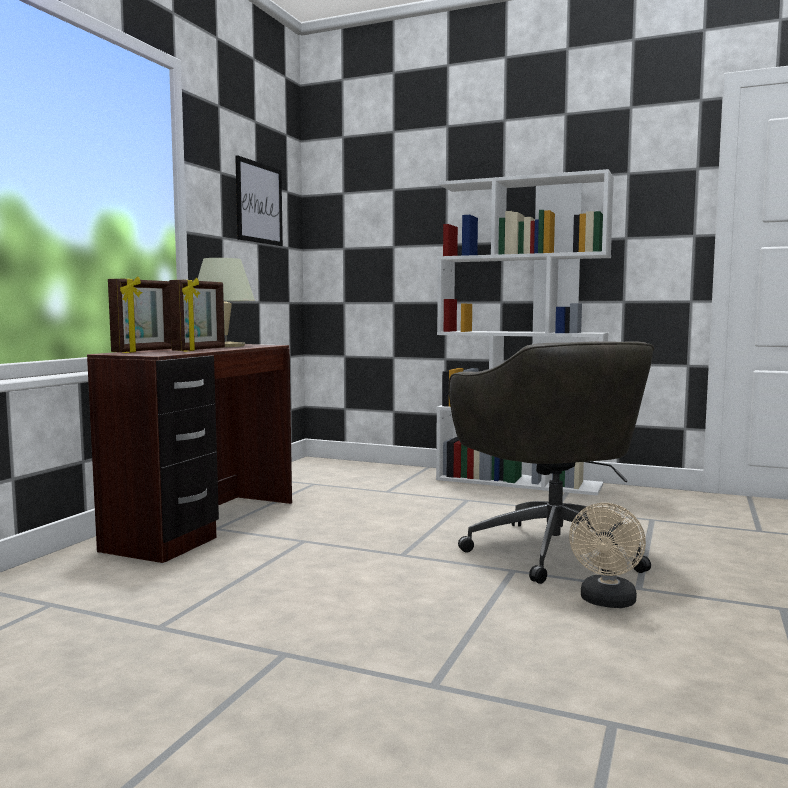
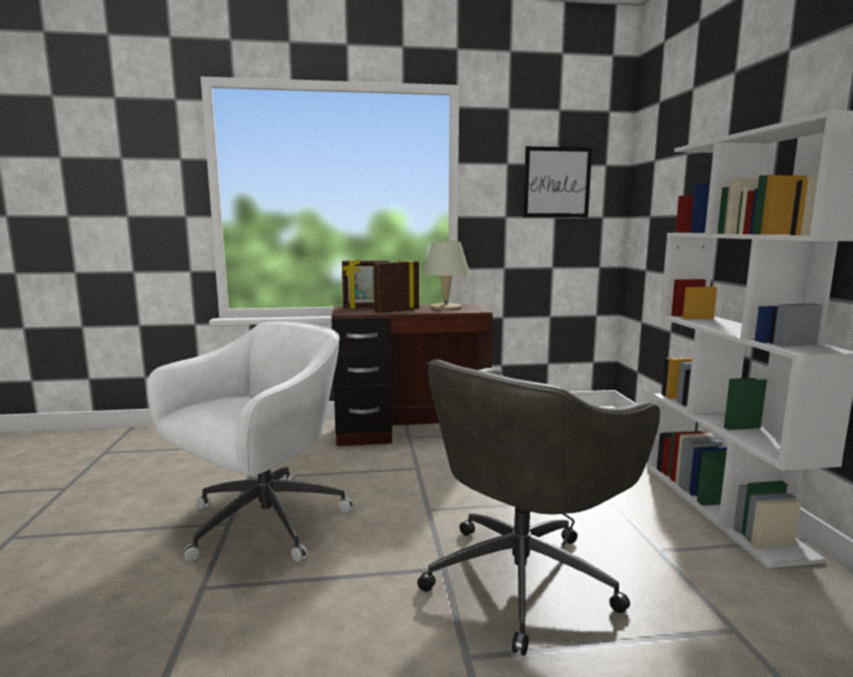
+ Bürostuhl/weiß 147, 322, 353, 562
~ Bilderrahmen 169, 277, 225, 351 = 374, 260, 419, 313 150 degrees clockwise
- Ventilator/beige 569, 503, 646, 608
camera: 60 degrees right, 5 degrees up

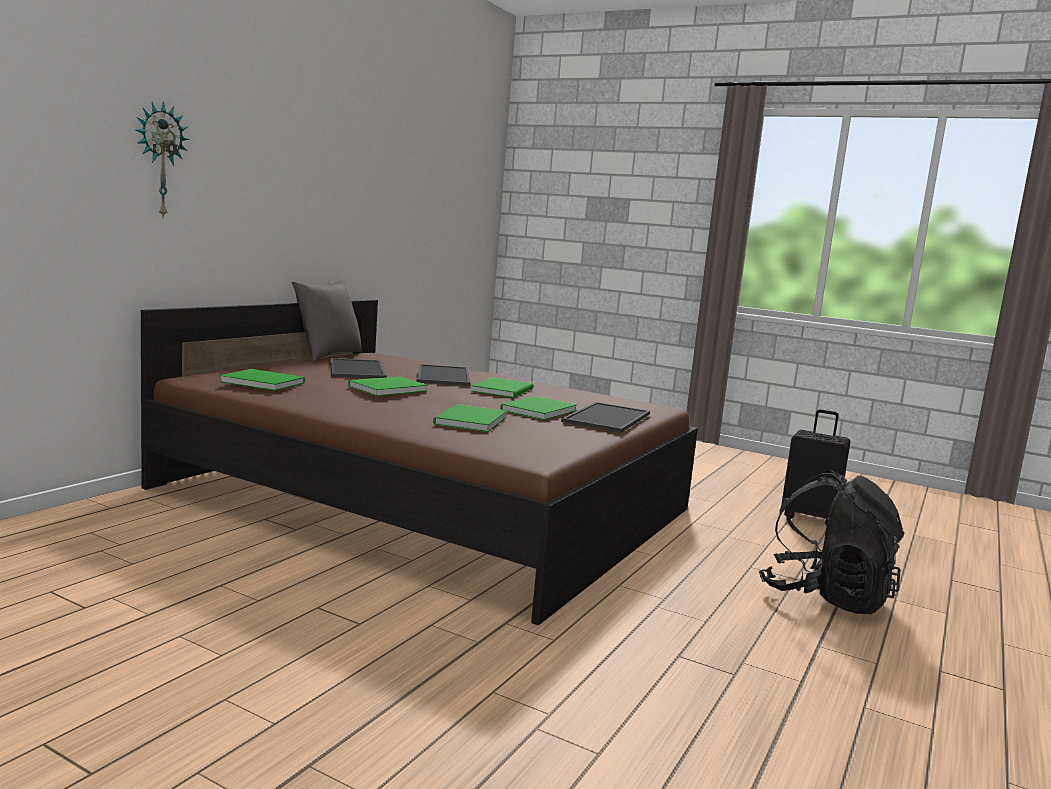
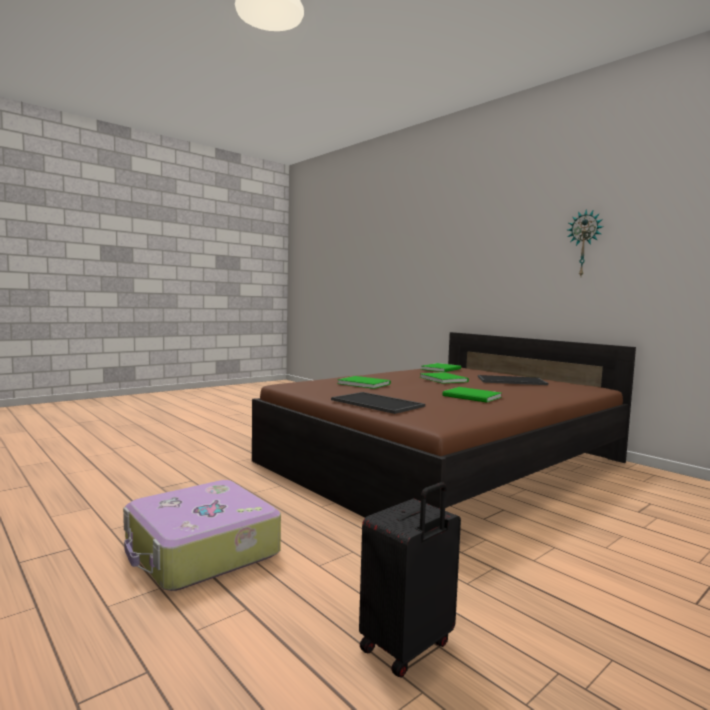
~ Rucksack/schwarz 759, 470, 905, 614 to Koffer 123, 480, 281, 591
~ Wanduhr 135, 101, 189, 219 to 567, 210, 603, 276
- Kissen/grau 292, 281, 362, 362
- Tablett 416, 364, 470, 386
- Buch/grün 500, 396, 577, 420
camera: 110 degrees right, 5 degrees down

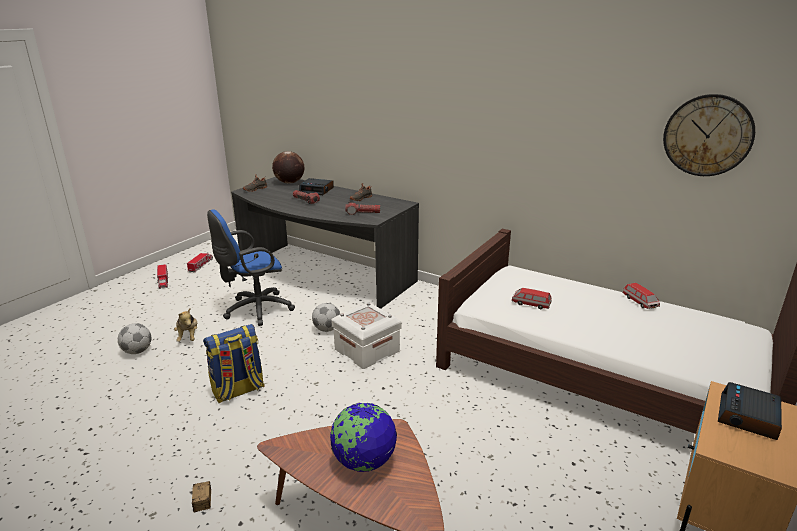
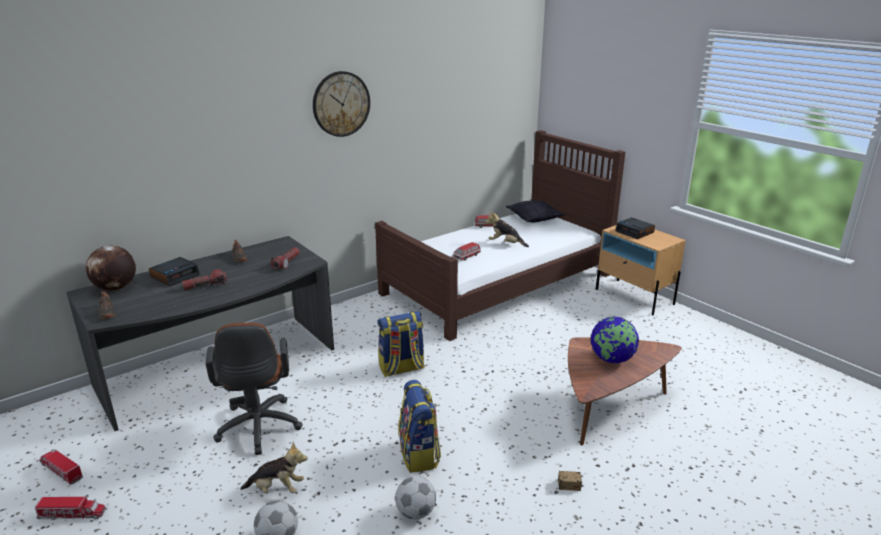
~ Bürostuhl/blau 207, 209, 295, 326 to Bürostuhl/braun 206, 323, 303, 455
~ Wanduhr 663, 94, 755, 176 to 313, 71, 370, 137
~ Aufbewahrungsbox/weiß 331, 303, 401, 369 to Rucksack 378, 311, 425, 377
~ Fußball 312, 303, 340, 332 to 395, 476, 436, 519
+ Plüschtier 485, 211, 529, 247
+ Kissen 506, 201, 565, 222
camera: 70 degrees left, 0 degrees up

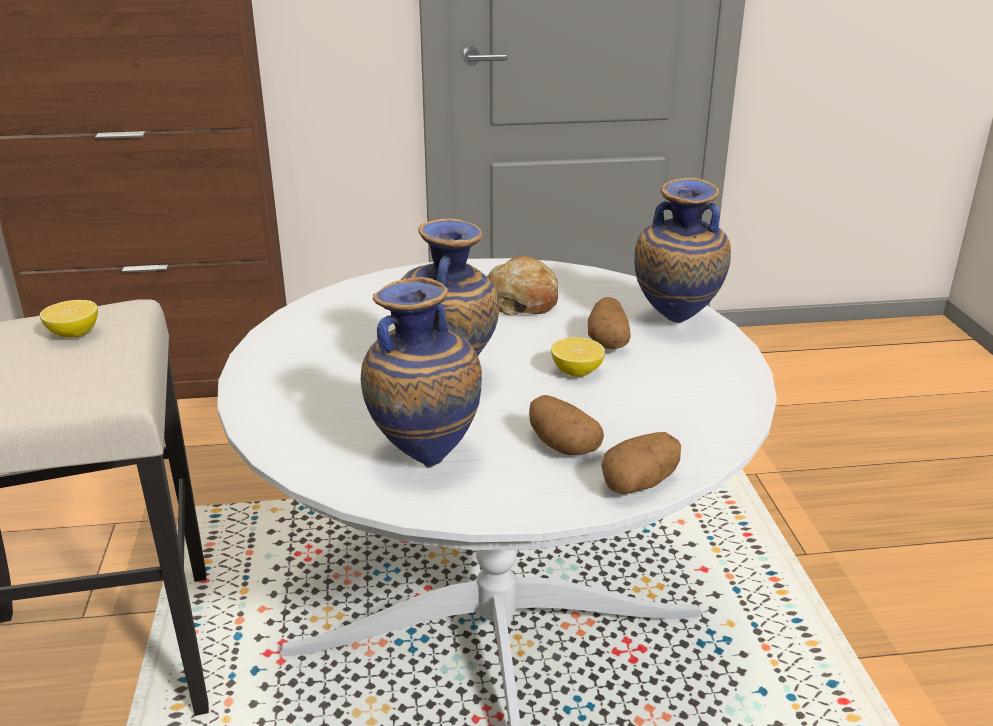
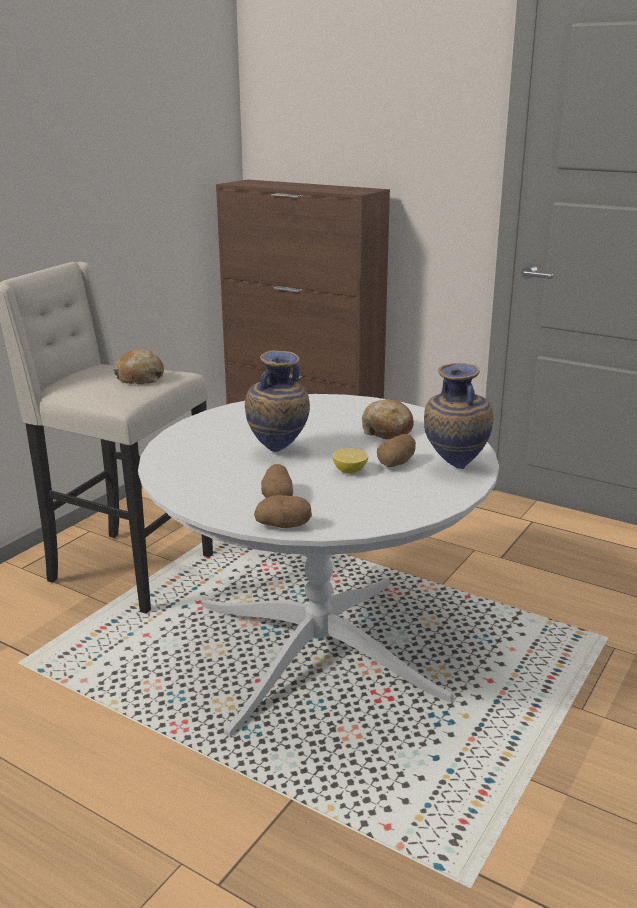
~ Zitrone 40, 300, 98, 338 to Brot 113, 349, 164, 384
- Vase 361, 277, 482, 468
camera: 40 degrees right, 5 degrees down

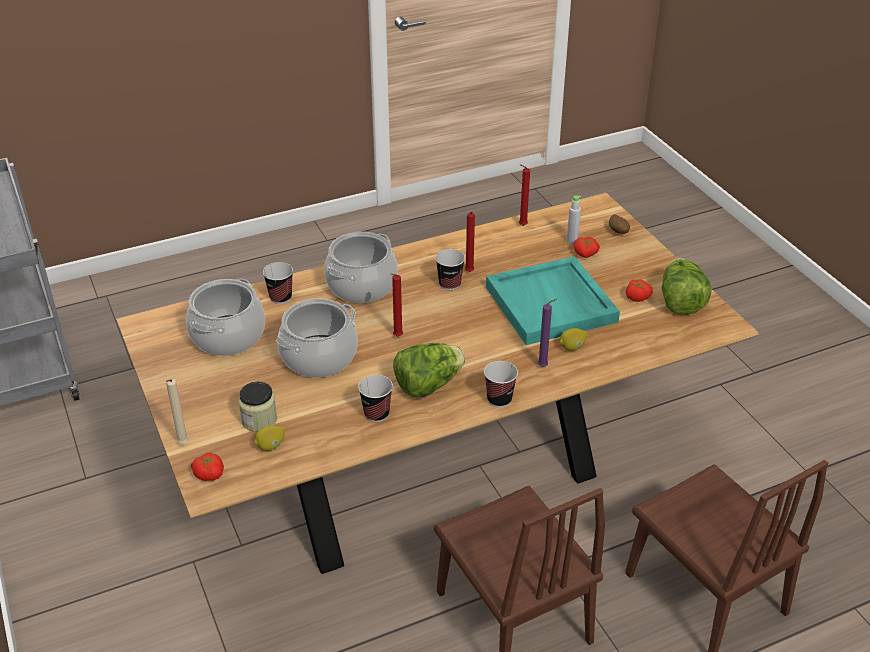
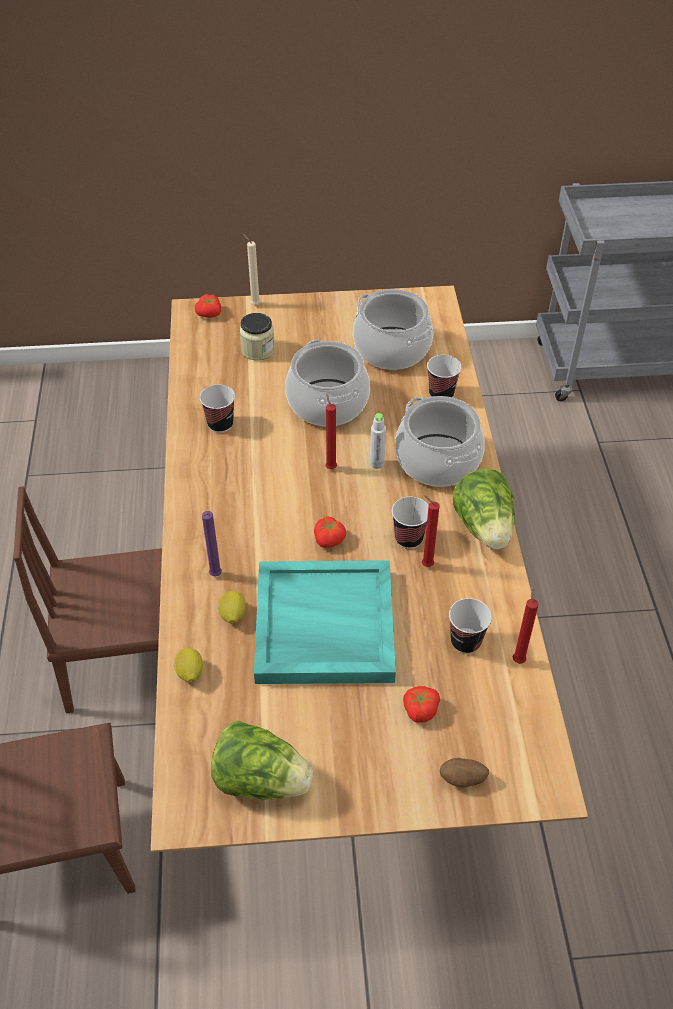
~ Zitrone 254, 425, 285, 451 to 174, 648, 203, 683
~ Tomate 626, 279, 653, 302 to 314, 516, 346, 548
~ Flasche/grau 567, 196, 581, 244 to 370, 413, 386, 469
~ Tasse 484, 361, 518, 408 to 449, 598, 492, 654
~ Salatkopf 393, 343, 465, 398 to 453, 469, 515, 549
camera: 110 degrees right, 10 degrees up

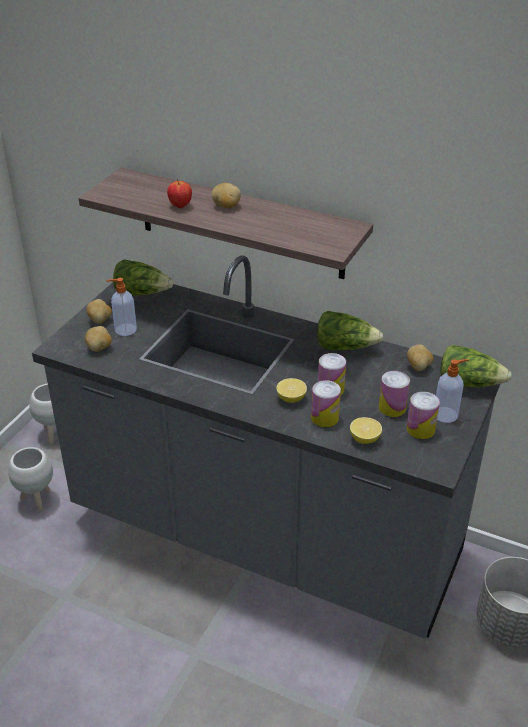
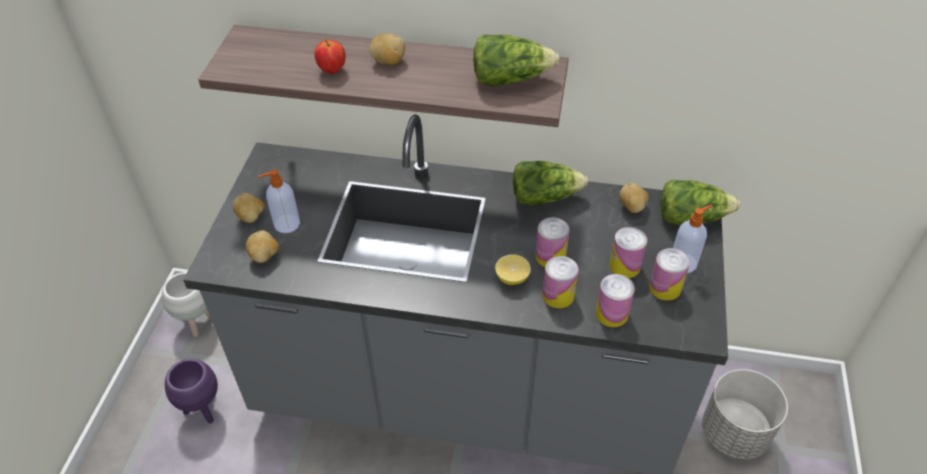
~ Pflanzkübel/weiß 8, 447, 53, 511 to Pflanzkübel/lila 165, 358, 218, 423
~ Salatkopf 113, 260, 173, 296 to 473, 34, 560, 86
~ Zitrone 350, 417, 382, 444 to Dose 595, 274, 635, 327
camera: 15 degrees left, 10 degrees up

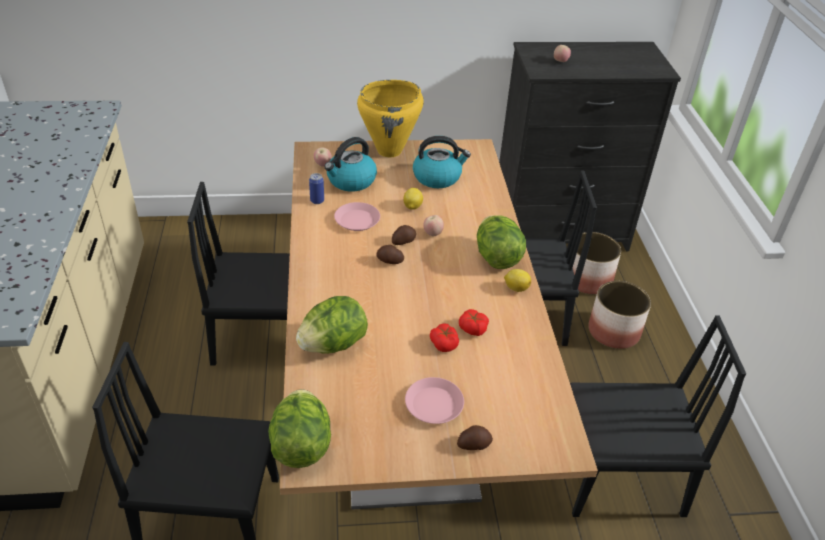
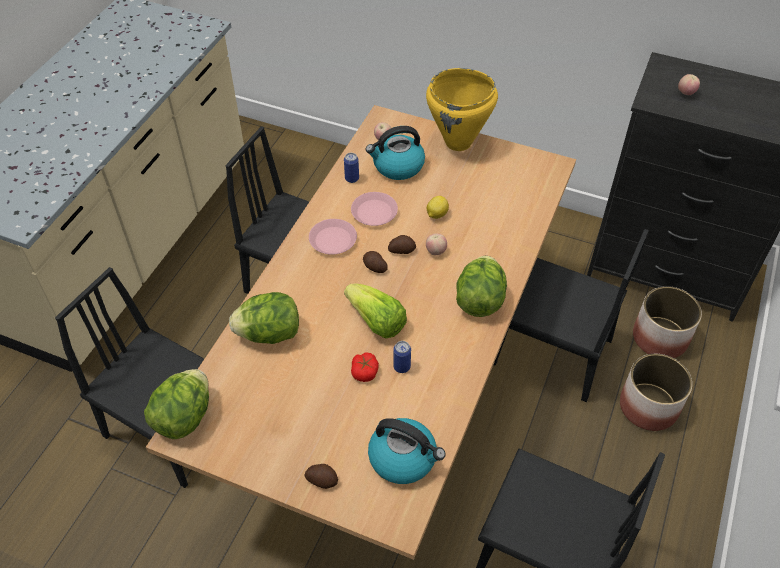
~ Teller/rosa 405, 377, 464, 424 to 309, 219, 357, 255
+ Salatkopf 344, 283, 407, 338
~ Wasserkessel 413, 136, 471, 188 to 368, 418, 446, 484
~ Tomate 459, 309, 489, 336 to Dose 393, 341, 411, 373
- Zitrone 504, 269, 531, 292
camera: 30 degrees right, 10 degrees up

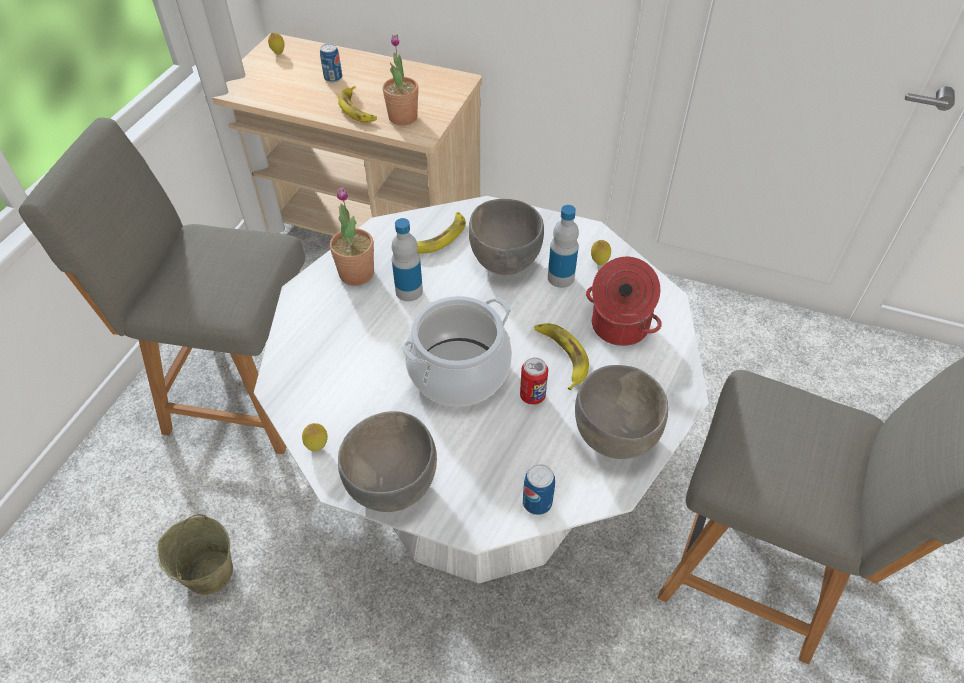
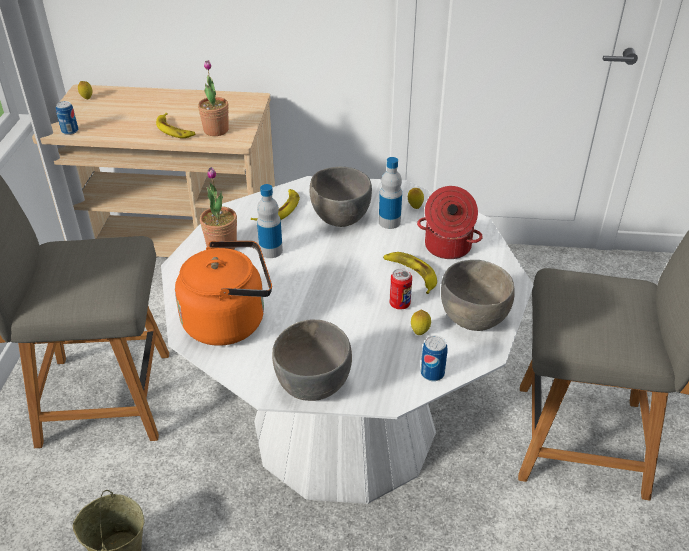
~ Dose 320, 44, 342, 83 to 56, 101, 78, 135
+ Wasserkessel/orange 175, 241, 272, 346
~ Zitrone 302, 423, 328, 452 to 411, 310, 431, 335
- Kochtopf 402, 296, 512, 406
camera: 15 degrees left, 10 degrees down

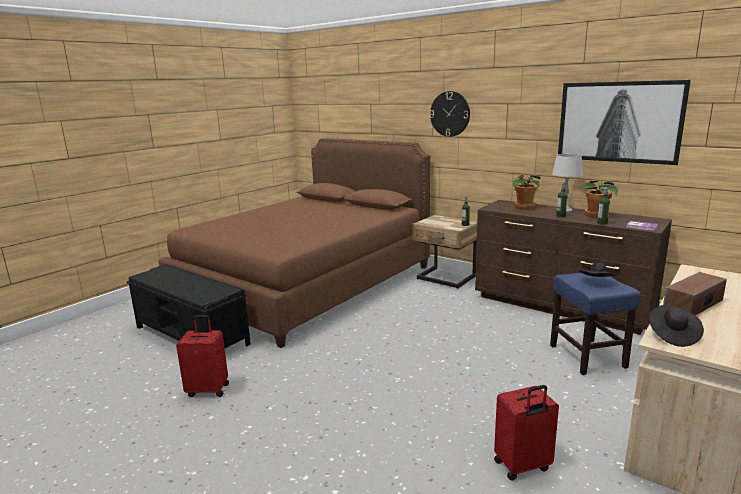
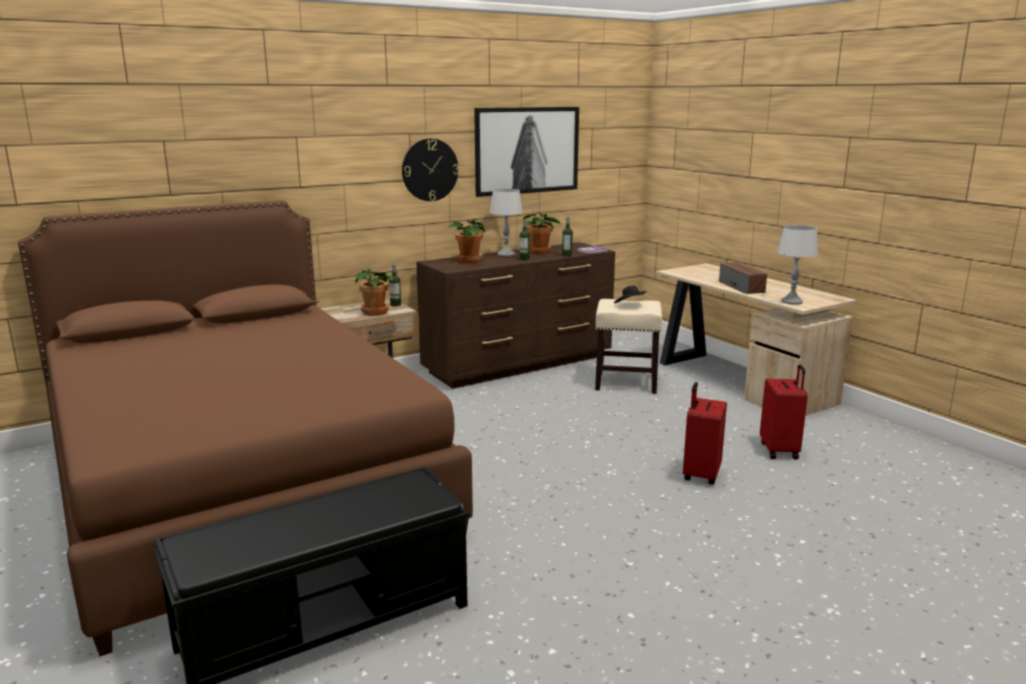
+ Topfpflanze 355, 269, 393, 316
~ Wanduhr 430, 91, 470, 137 to 402, 138, 459, 201
~ Hocker/blau 550, 273, 641, 375 to Hocker/beige 595, 299, 662, 394
~ Koffer/rot 176, 315, 229, 397 to 683, 382, 727, 485
~ Hut/schwarz 648, 305, 704, 347 to Tischlampe/grau 777, 225, 818, 305
camera: 70 degrees left, 0 degrees up

